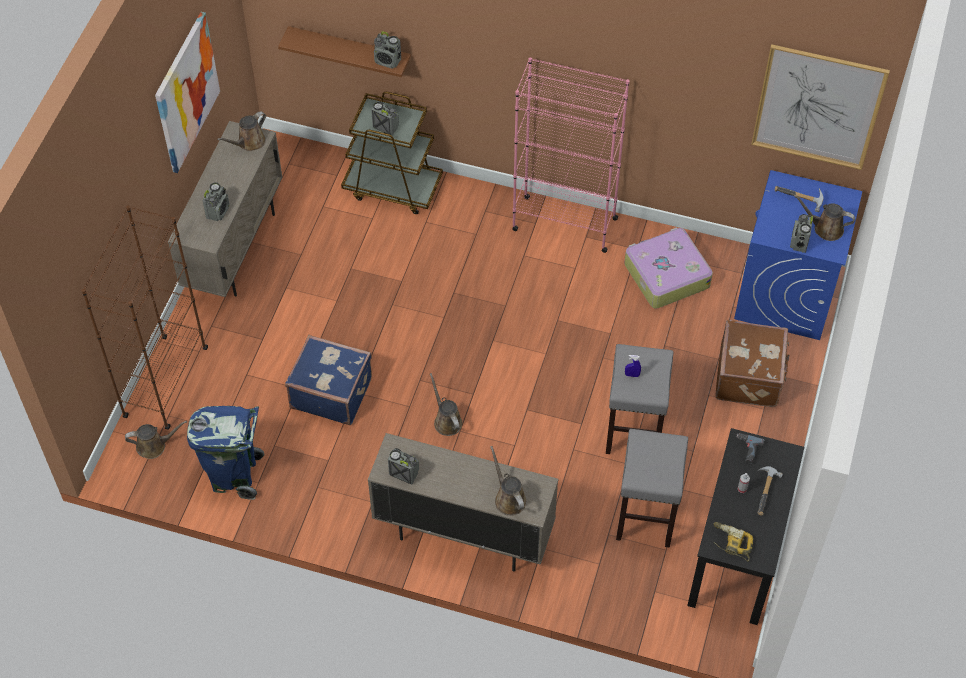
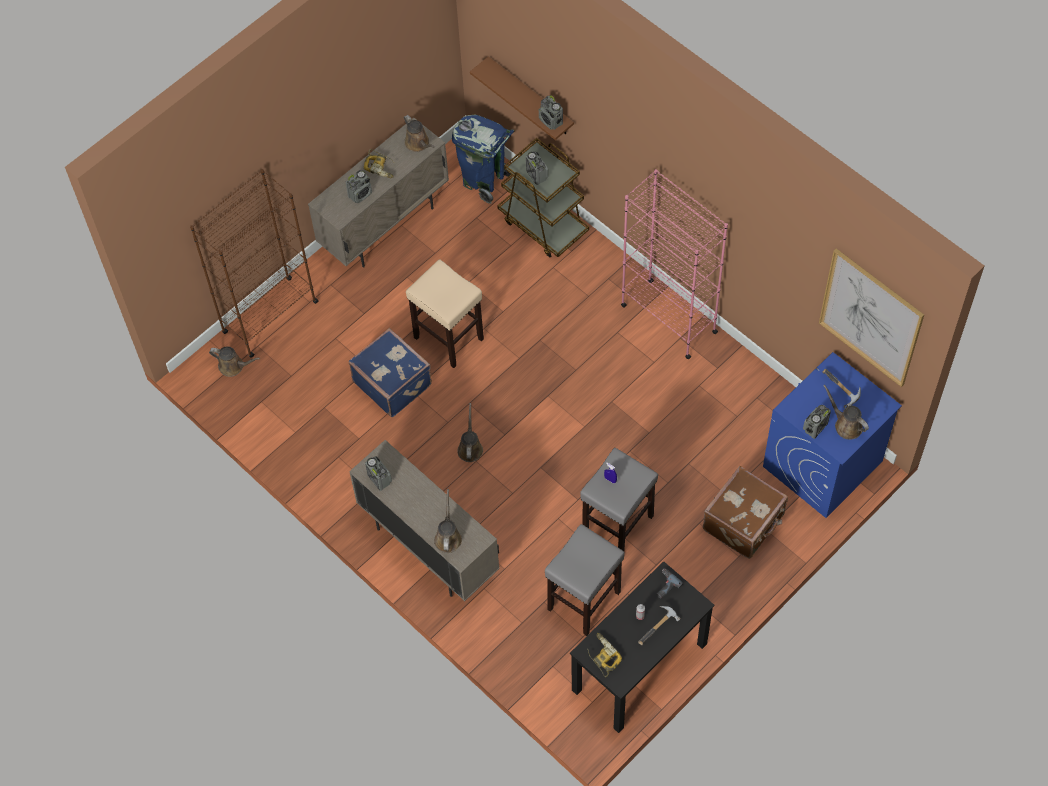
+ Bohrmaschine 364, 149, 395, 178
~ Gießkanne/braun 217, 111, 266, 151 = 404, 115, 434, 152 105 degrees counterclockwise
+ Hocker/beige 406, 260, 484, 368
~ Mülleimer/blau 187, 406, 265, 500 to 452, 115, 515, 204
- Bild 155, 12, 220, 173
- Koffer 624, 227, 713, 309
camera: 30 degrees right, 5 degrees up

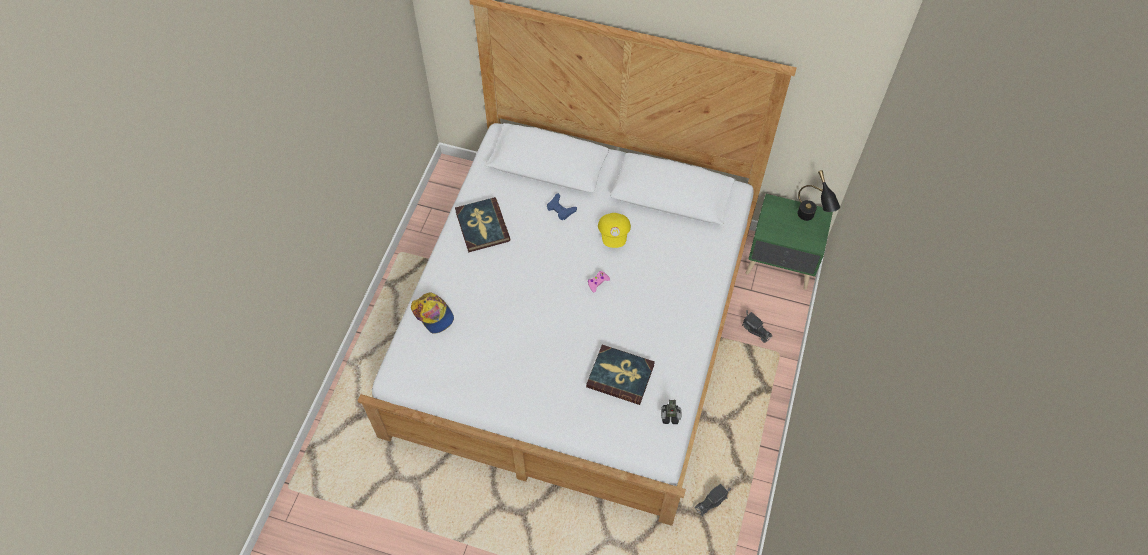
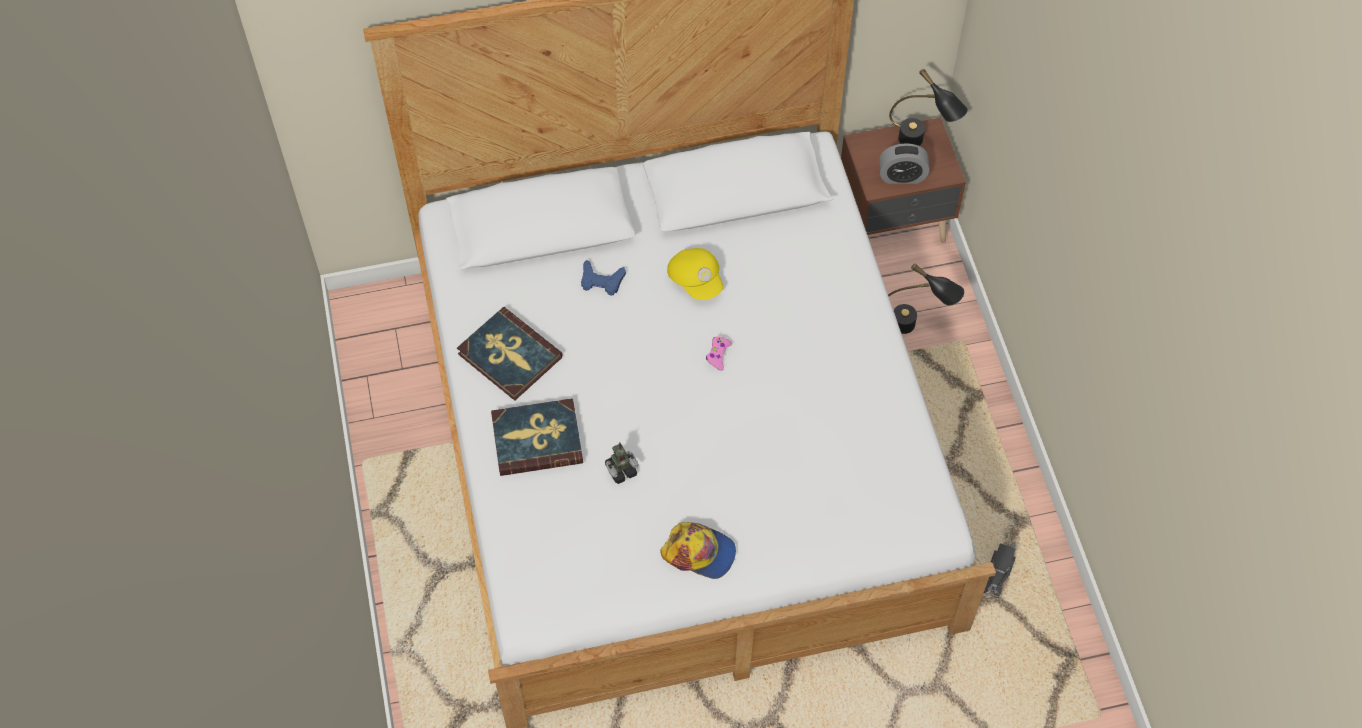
~ Buch 586, 345, 655, 405 to 491, 398, 583, 476
~ Spielzeugroboter 661, 400, 681, 424 to 605, 442, 638, 484
~ Kappe 411, 292, 454, 334 to 660, 522, 736, 579
~ Nachttisch/grün 745, 194, 833, 290 to Nachttisch/braun 841, 118, 966, 243
+ Wecker 879, 143, 929, 184
~ Spielzeuglaster 742, 310, 772, 343 to Tischlampe/schwarz 888, 264, 964, 334
camera: 30 degrees left, 0 degrees up

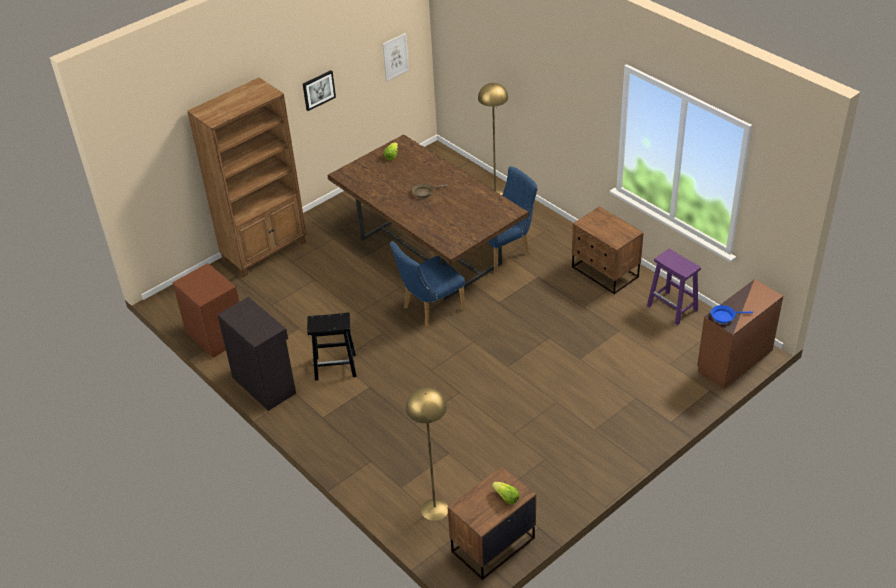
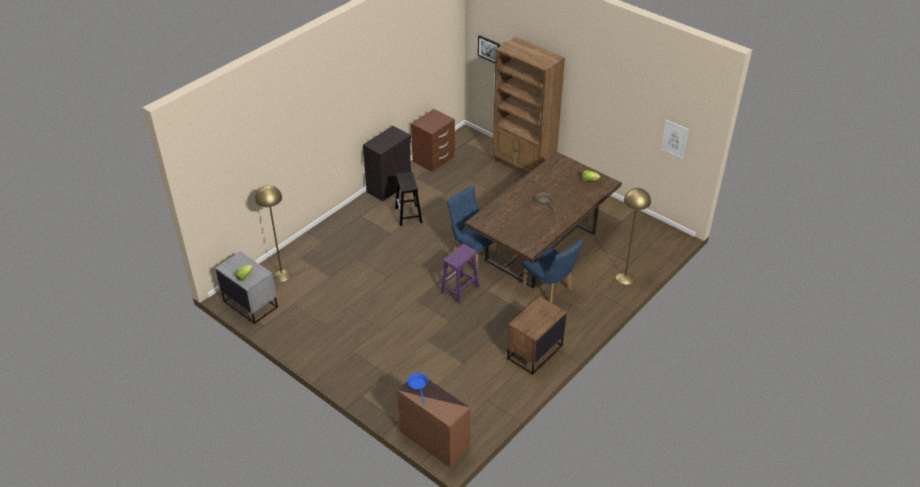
~ Nachttisch/braun 447, 467, 536, 580 to Nachttisch/grau 215, 251, 278, 324
~ Hocker/lila 647, 249, 701, 325 to 441, 244, 480, 304
~ Bild 303, 70, 336, 111 to 478, 35, 500, 63
camera: 80 degrees right, 0 degrees up

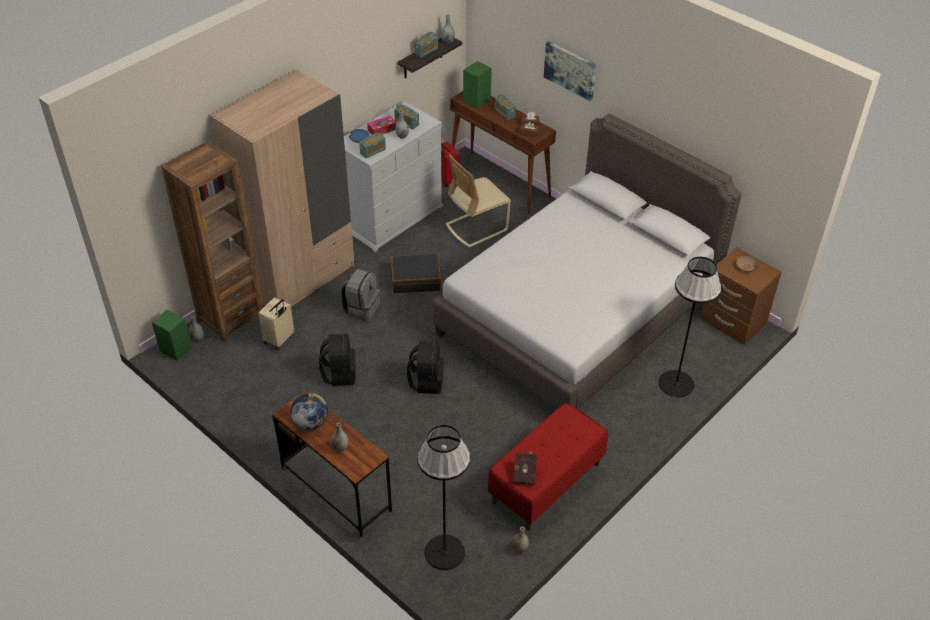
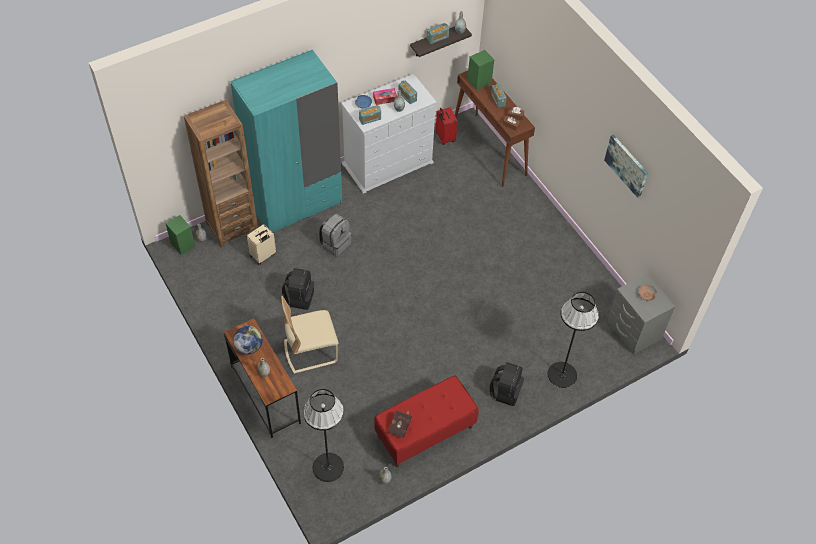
~ Kleiderschrank/beige 211, 69, 354, 307 to Kleiderschrank/türkis 230, 50, 342, 232
~ Stuhl/beige 446, 154, 511, 248 to 281, 296, 339, 374
~ Rucksack/schwarz 407, 341, 444, 394 to 490, 362, 524, 406
~ Bild 544, 41, 596, 101 to 604, 135, 648, 198
~ Nachttisch/braun 701, 247, 782, 345 to Nachttisch/grau 608, 274, 675, 354
- Koffer/schwarz 391, 254, 441, 293
- Bett/grau 433, 113, 742, 410
camera: 15 degrees right, 10 degrees up

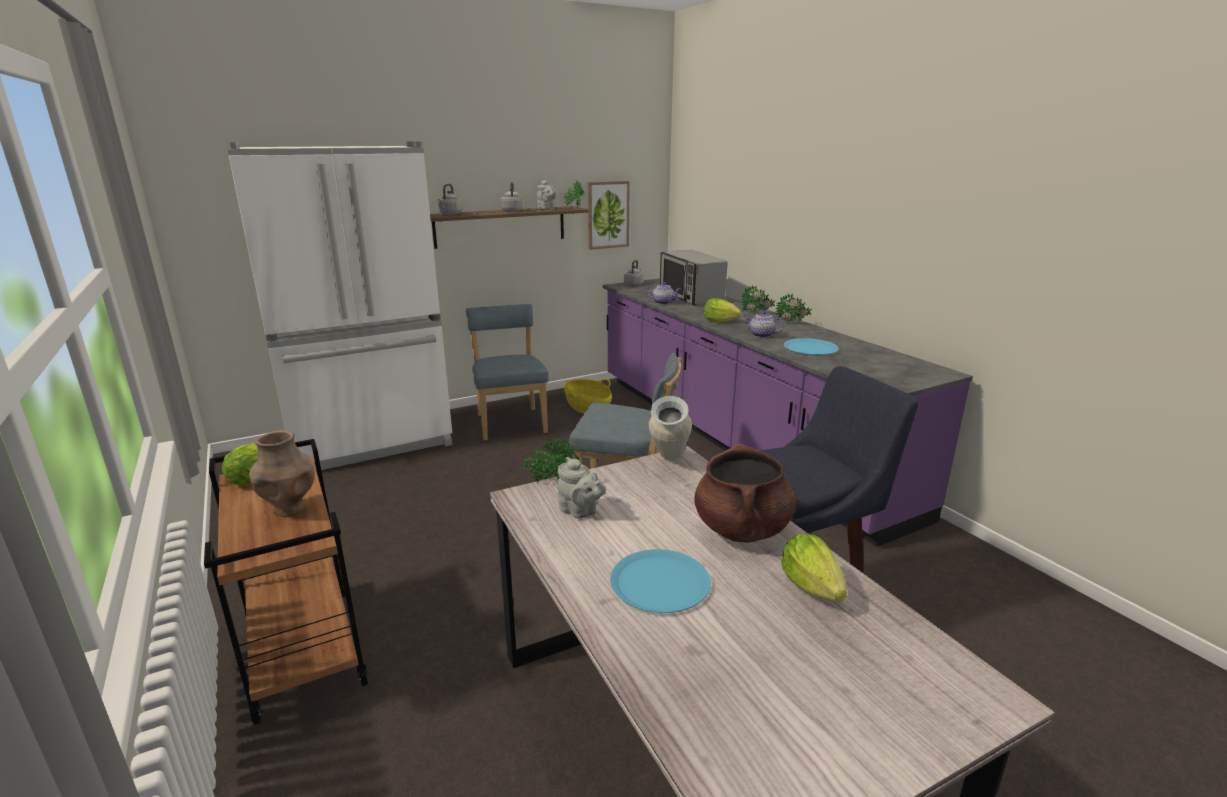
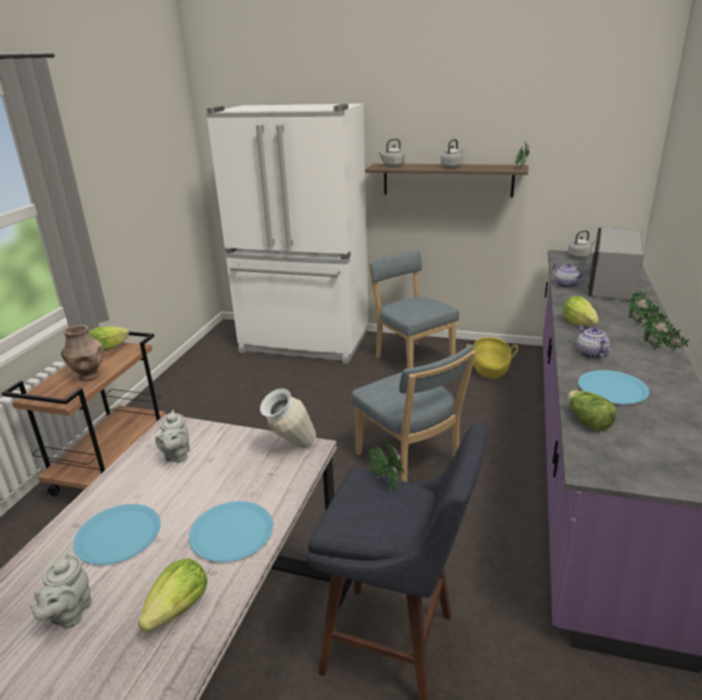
~ Teekanne/grau 537, 180, 557, 209 to 30, 553, 92, 629
~ Kochtopf/braun 694, 444, 796, 543 to Teller/blau 189, 501, 273, 562
~ Topfpflanze 523, 437, 579, 483 to 367, 441, 405, 493
~ Stuhl/blau 466, 304, 549, 441 = 369, 250, 459, 368 60 degrees counterclockwise
+ Salatkopf 568, 391, 617, 431
- Bild 588, 181, 630, 250
camera: 45 degrees right, 5 degrees up

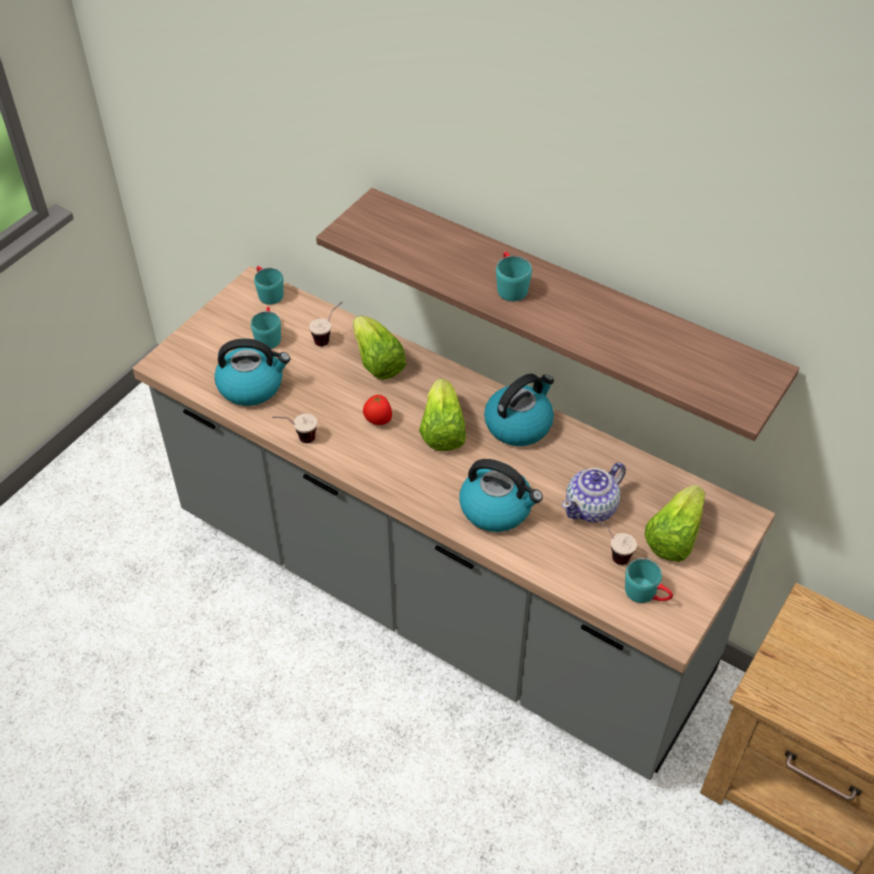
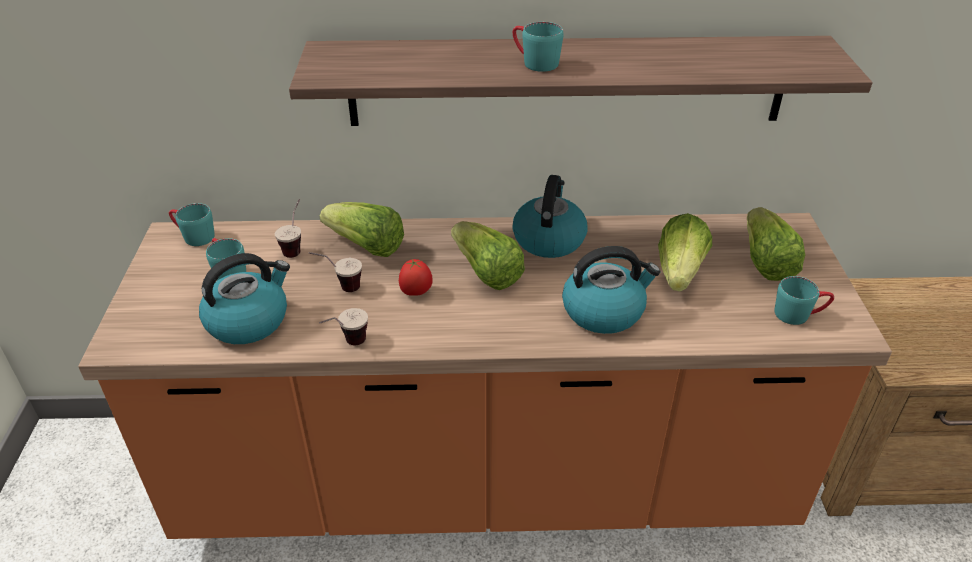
~ Küchenzeile/grau 132, 266, 775, 780 to Küchenzeile/orange 78, 213, 892, 539
~ Tasse 595, 518, 637, 565 to 309, 252, 362, 292
~ Teekanne 562, 462, 626, 523 to Salatkopf 658, 213, 712, 292
camera: 35 degrees left, 10 degrees down

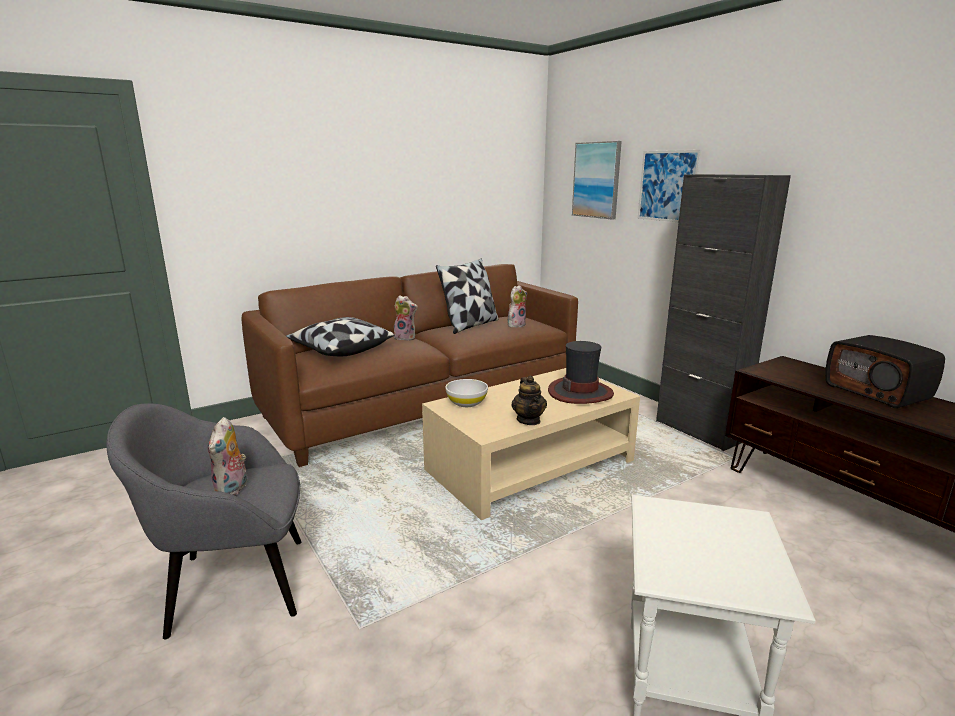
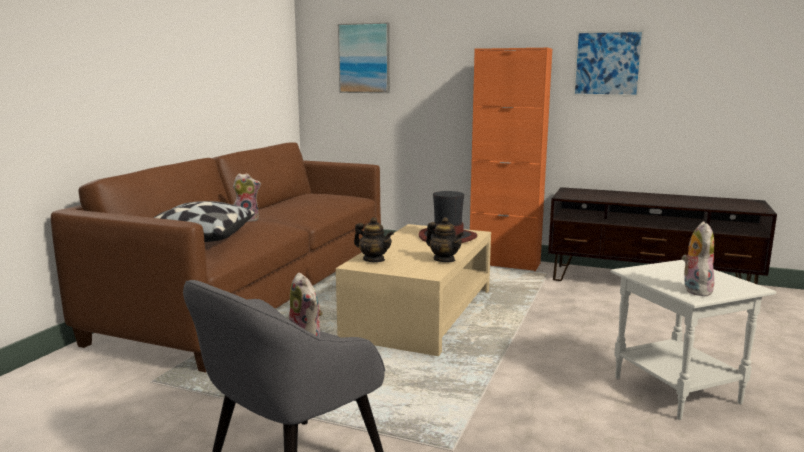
~ Schüssel/weiß 445, 379, 488, 407 to Teekanne 354, 217, 394, 262
~ Schrank/schwarz 656, 174, 791, 451 to Schrank/orange 470, 48, 552, 271
~ Bild 638, 150, 701, 222 to 572, 29, 645, 97
~ Plüschtier 508, 285, 527, 328 to 682, 221, 714, 296
- Kissen 436, 258, 499, 334
- Radio 825, 335, 945, 408
camera: 35 degrees left, 5 degrees down

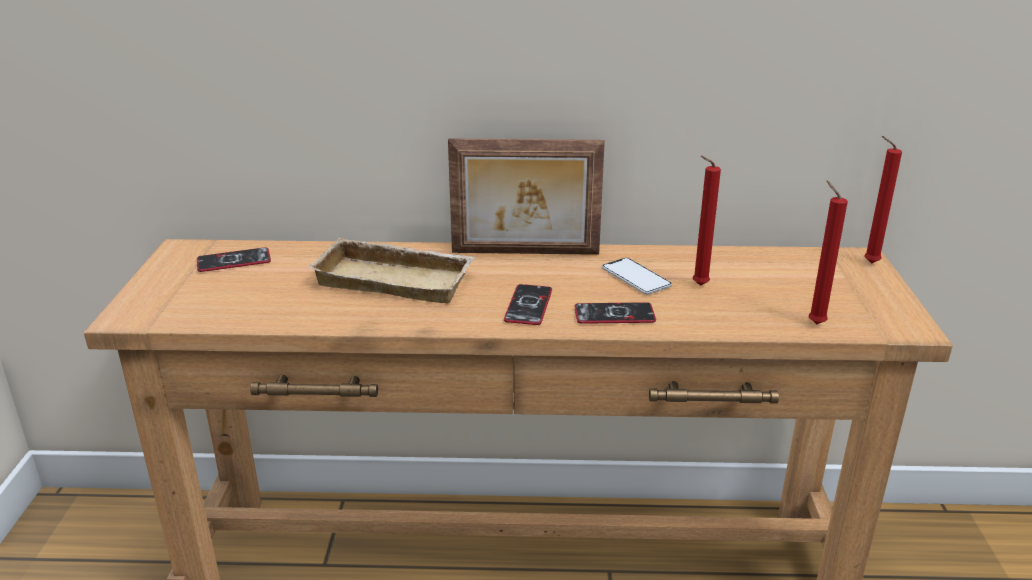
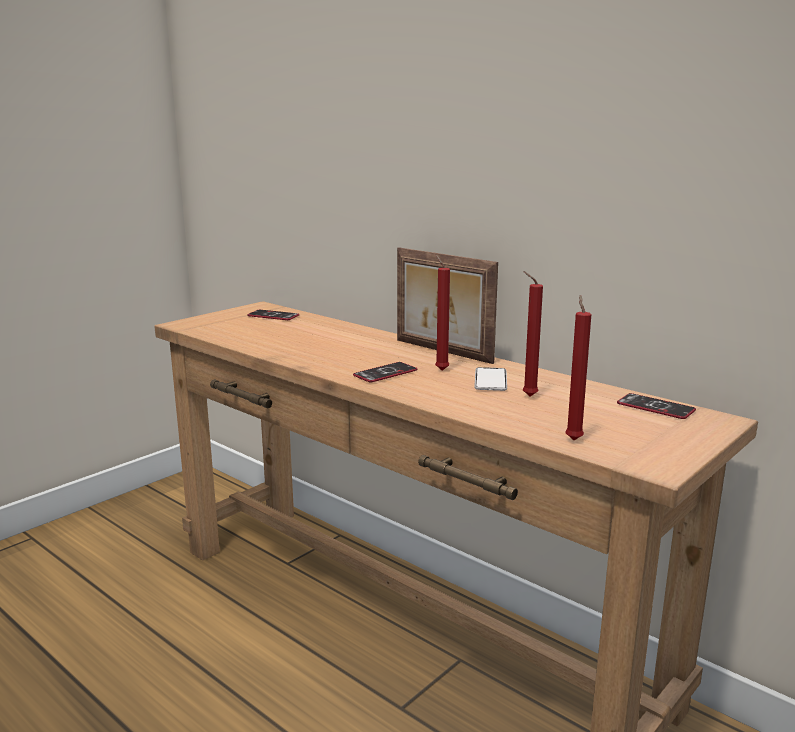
~ Kerze/rot 864, 136, 902, 264 to 435, 255, 450, 370
~ Handy 574, 302, 656, 324 to 617, 393, 696, 419
- Tablett/beige 306, 238, 476, 303
camera: 40 degrees right, 10 degrees down

